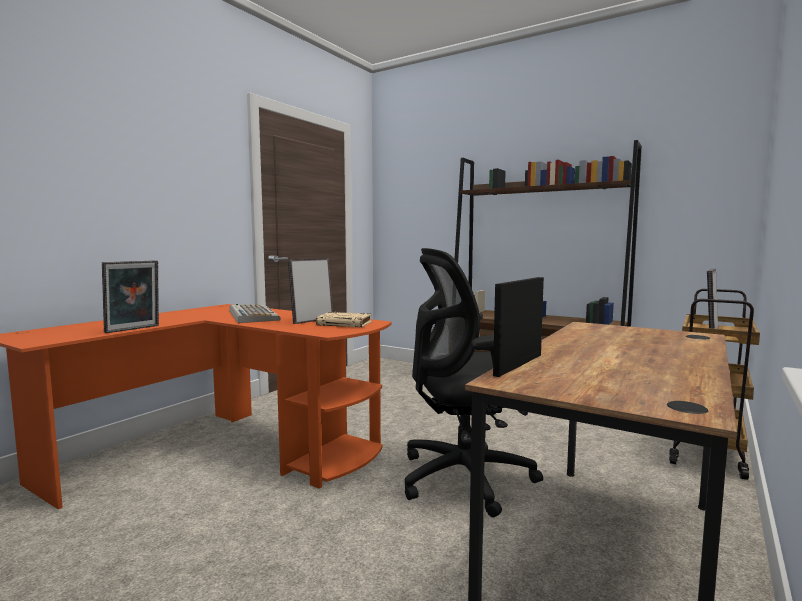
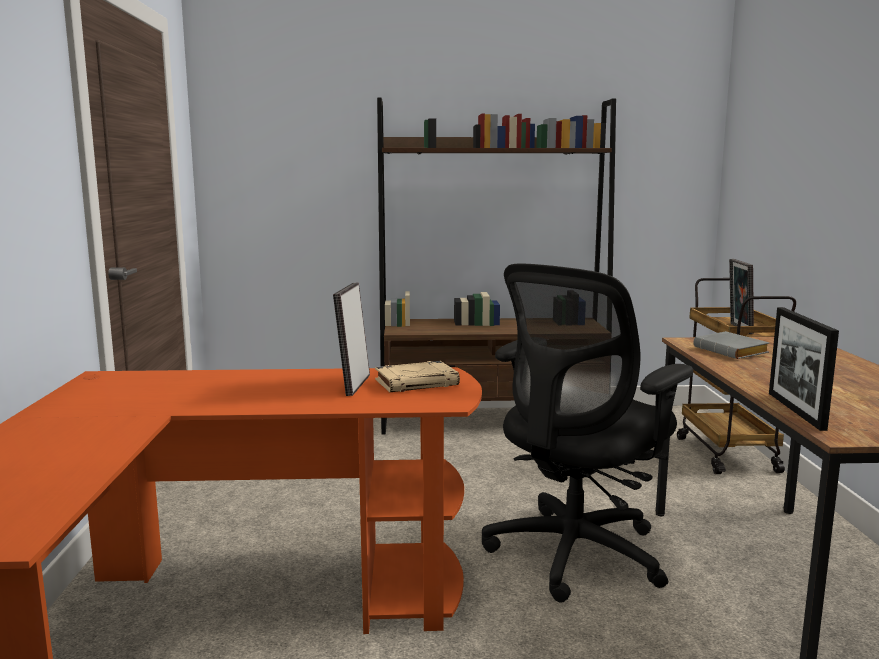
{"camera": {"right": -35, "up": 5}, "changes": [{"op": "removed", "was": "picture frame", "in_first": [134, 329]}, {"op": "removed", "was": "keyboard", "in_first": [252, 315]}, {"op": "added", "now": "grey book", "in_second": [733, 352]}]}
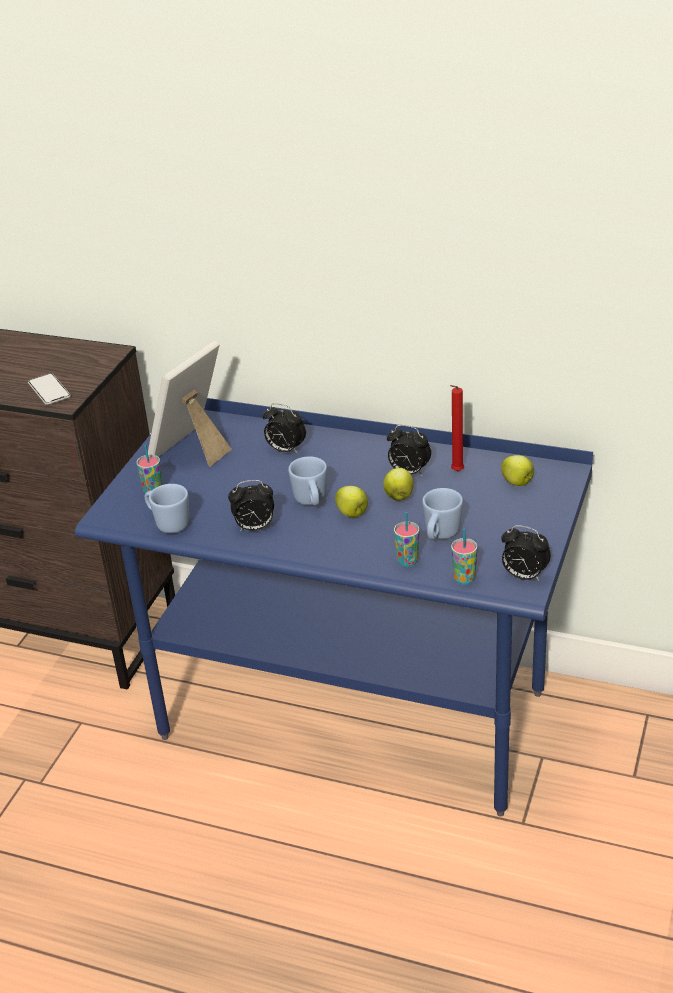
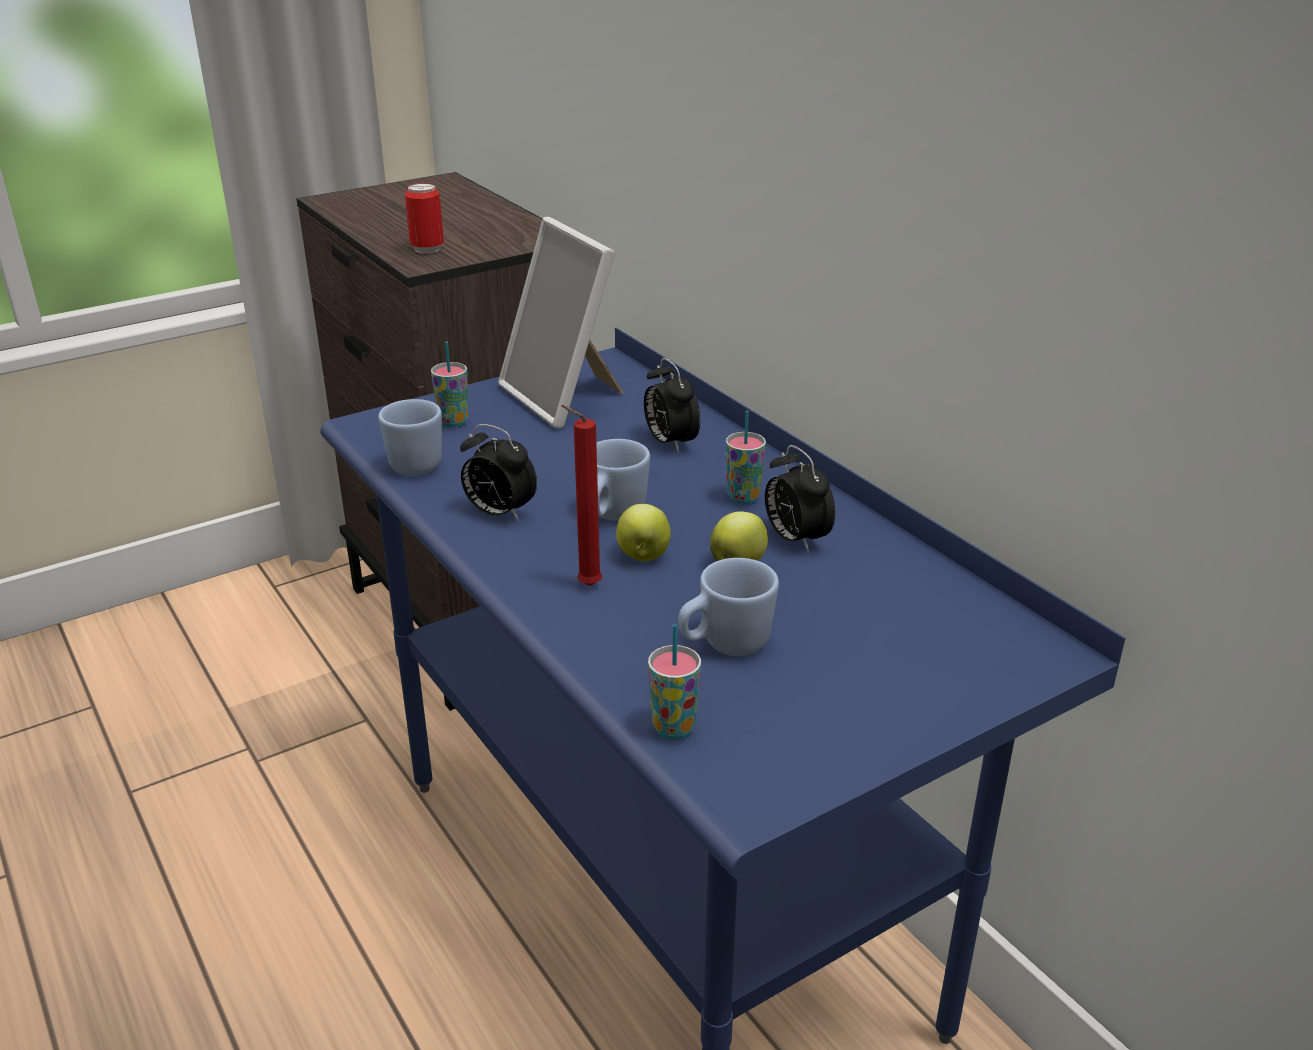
{"camera": {"right": 35, "up": -5}, "changes": [{"op": "replaced", "was": "phone", "now": "can", "in_first": [49, 390], "in_second": [427, 249]}, {"op": "turned", "was": "picture frame", "in_first": [193, 449], "in_second": [565, 398], "clockwise": -105}, {"op": "moved", "was": "cup", "in_first": [407, 561], "in_second": [743, 498]}, {"op": "moved", "was": "red candle", "in_first": [456, 472], "in_second": [585, 586]}, {"op": "removed", "was": "apple", "in_first": [518, 483]}, {"op": "removed", "was": "alarm clock", "in_first": [523, 576]}]}
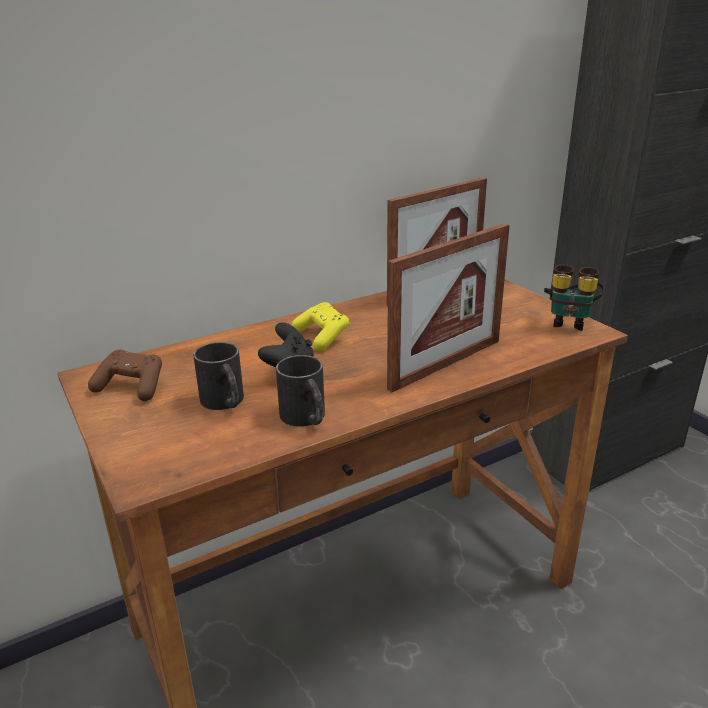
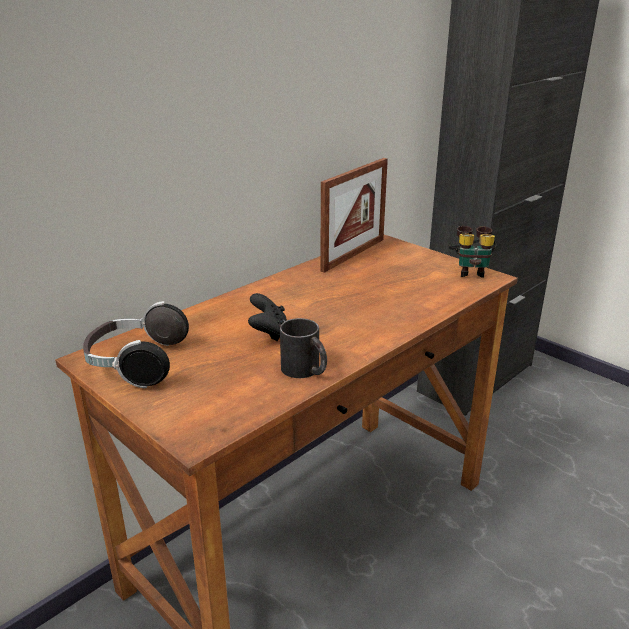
{"camera": {"right": -15, "up": 0}, "changes": [{"op": "replaced", "was": "brown game controller", "now": "headphones", "in_first": [132, 387], "in_second": [136, 364]}, {"op": "removed", "was": "black mug", "in_first": [225, 402]}, {"op": "removed", "was": "yellow game controller", "in_first": [322, 337]}, {"op": "removed", "was": "picture frame", "in_first": [446, 364]}]}
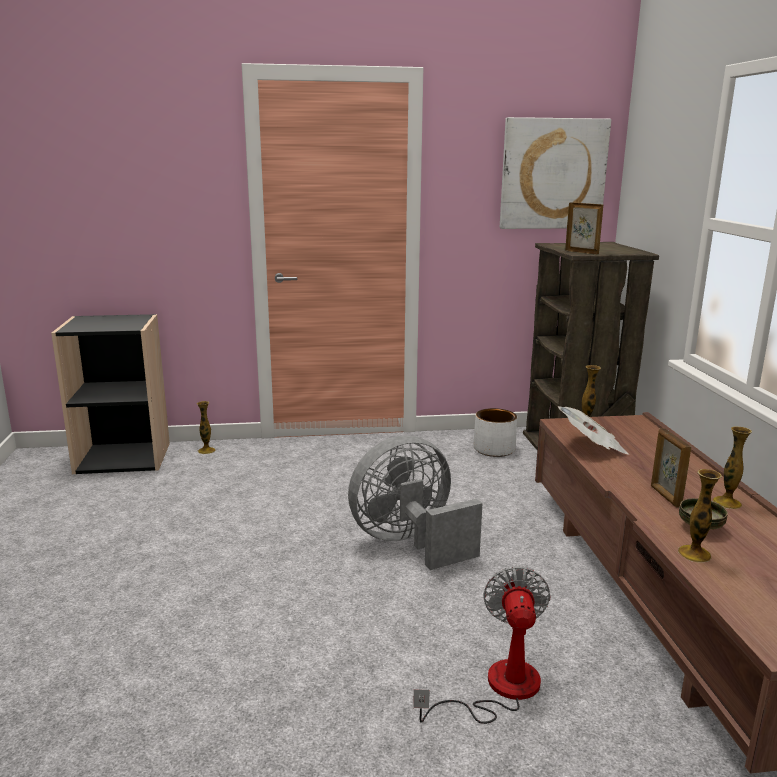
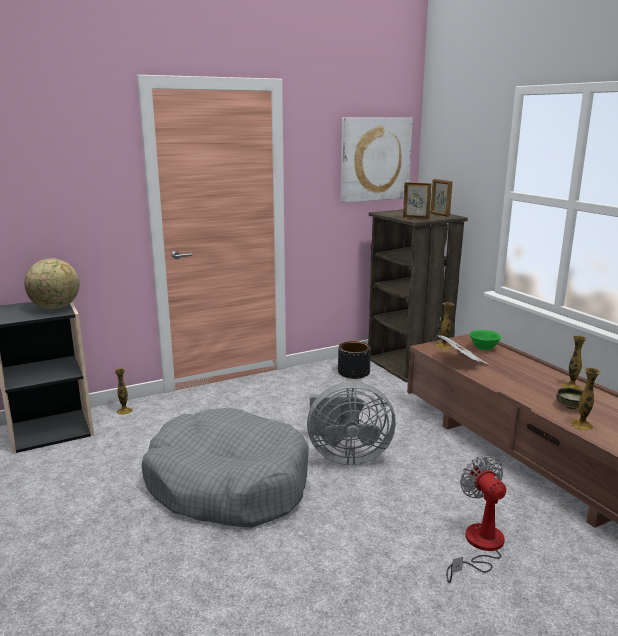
{"camera": {"right": -20, "up": 0}, "changes": [{"op": "turned", "was": "grey fan", "in_first": [410, 543], "in_second": [346, 456], "clockwise": -135}, {"op": "recoloured", "was": "white planter", "now": "black planter", "in_first": [494, 449], "in_second": [353, 373]}, {"op": "moved", "was": "picture frame", "in_first": [665, 496], "in_second": [439, 214]}, {"op": "added", "now": "globe", "in_second": [56, 308]}, {"op": "added", "now": "grey dog bed", "in_second": [228, 484]}, {"op": "added", "now": "green bowl", "in_second": [484, 349]}]}
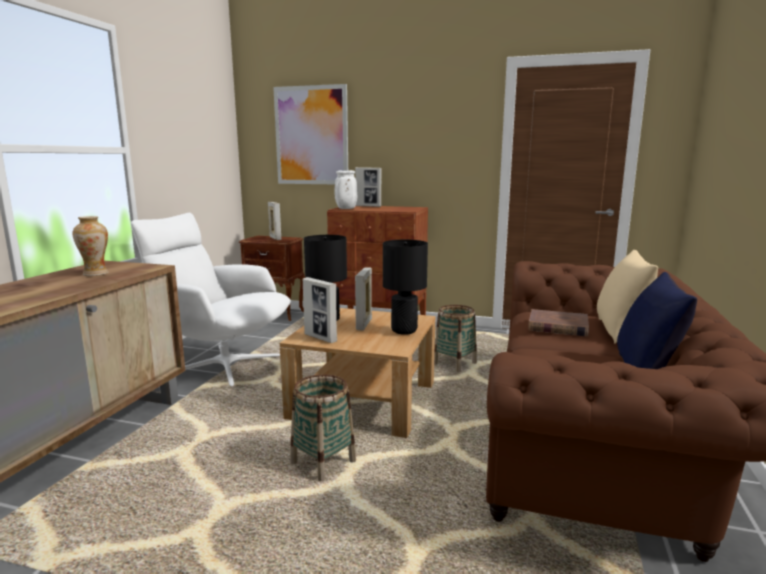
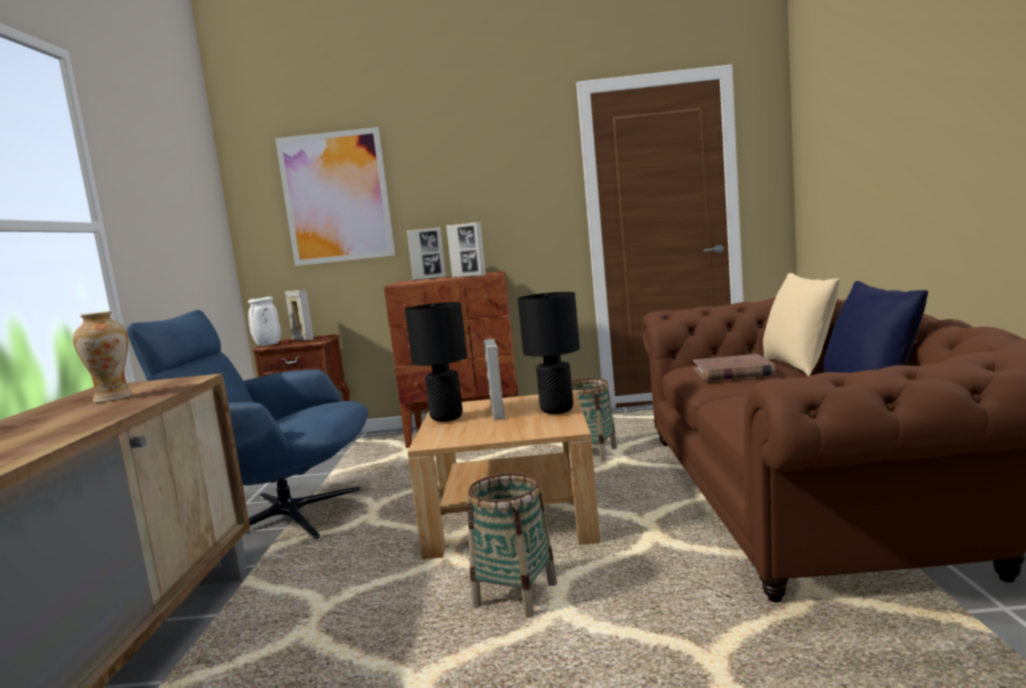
{"camera": {"right": -15, "up": -5}, "changes": [{"op": "recoloured", "was": "white armchair", "now": "blue armchair", "in_first": [222, 364], "in_second": [282, 516]}, {"op": "moved", "was": "picture frame", "in_first": [320, 338], "in_second": [469, 276]}, {"op": "moved", "was": "white vase", "in_first": [345, 208], "in_second": [267, 345]}]}
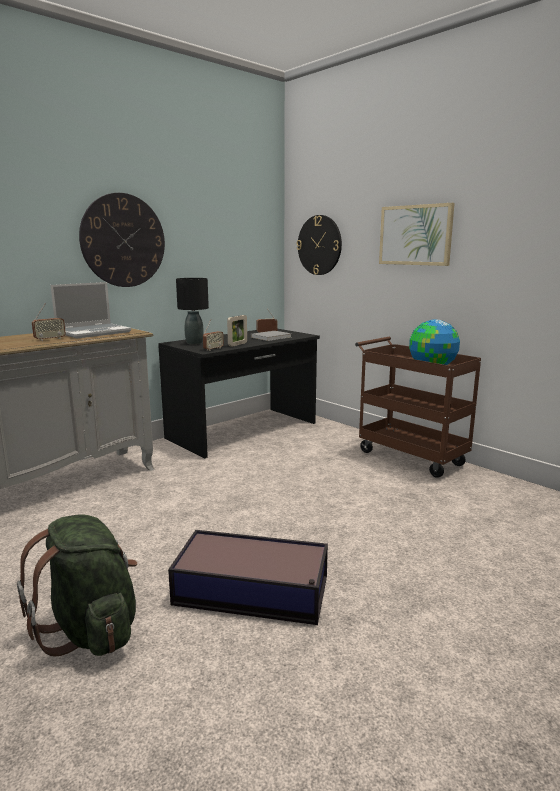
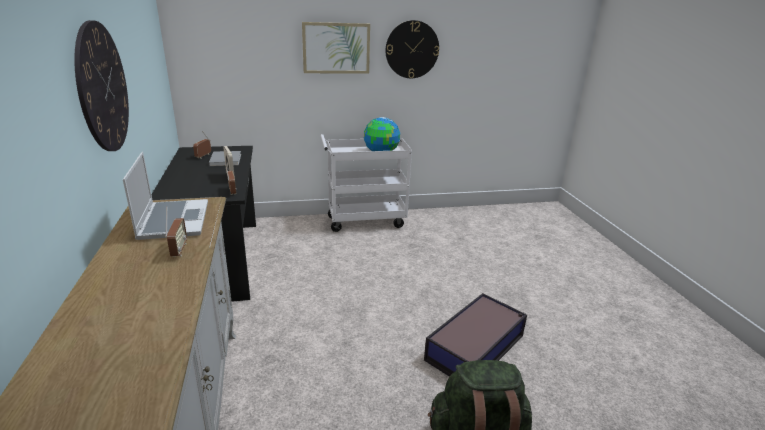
{"camera": {"right": -60, "up": 10}, "changes": [{"op": "removed", "was": "black table lamp", "in_first": [194, 343]}, {"op": "moved", "was": "wall clock", "in_first": [319, 245], "in_second": [412, 49]}, {"op": "recoloured", "was": "brown cart", "now": "white cart", "in_first": [408, 458], "in_second": [363, 222]}]}
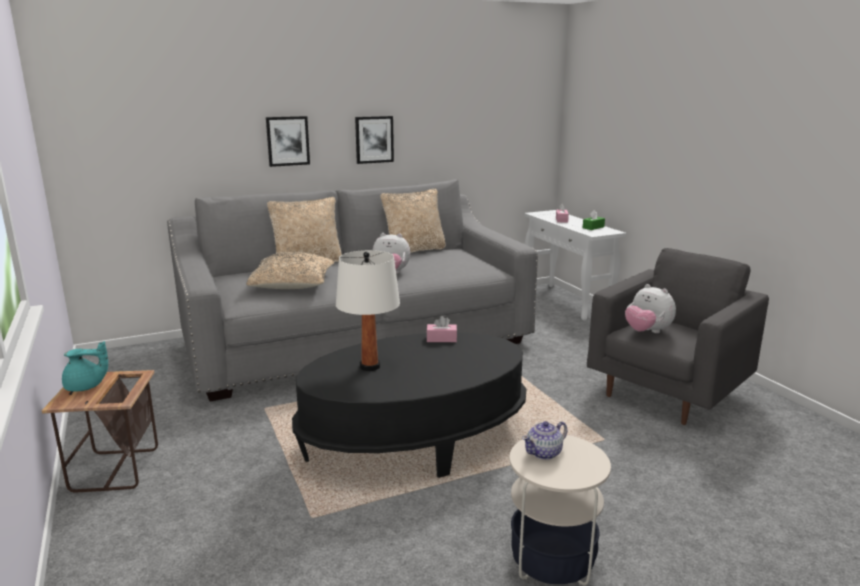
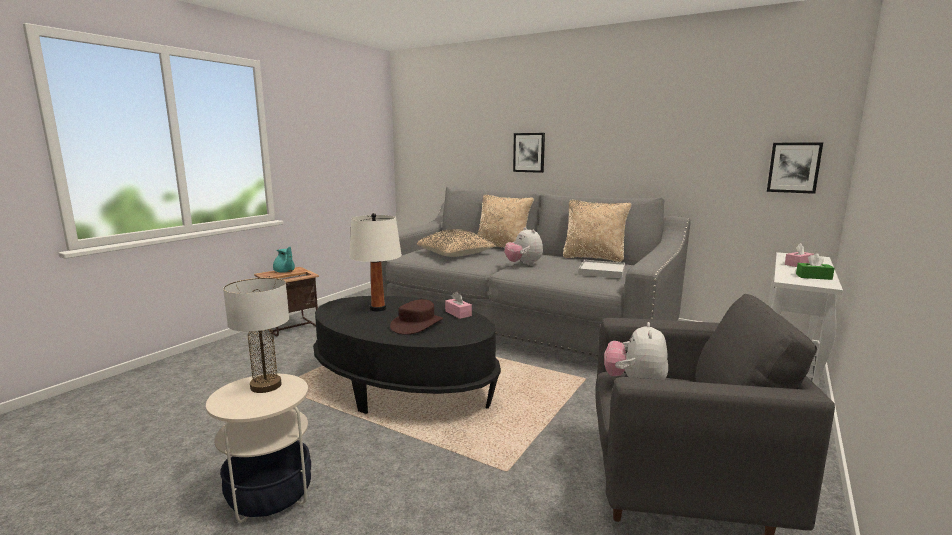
{"camera": {"right": 55, "up": -5}, "changes": [{"op": "moved", "was": "picture", "in_first": [374, 139], "in_second": [794, 167]}, {"op": "replaced", "was": "teapot", "now": "table lamp", "in_first": [544, 453], "in_second": [266, 386]}, {"op": "added", "now": "brown hat", "in_second": [417, 324]}, {"op": "added", "now": "white tray", "in_second": [601, 271]}]}
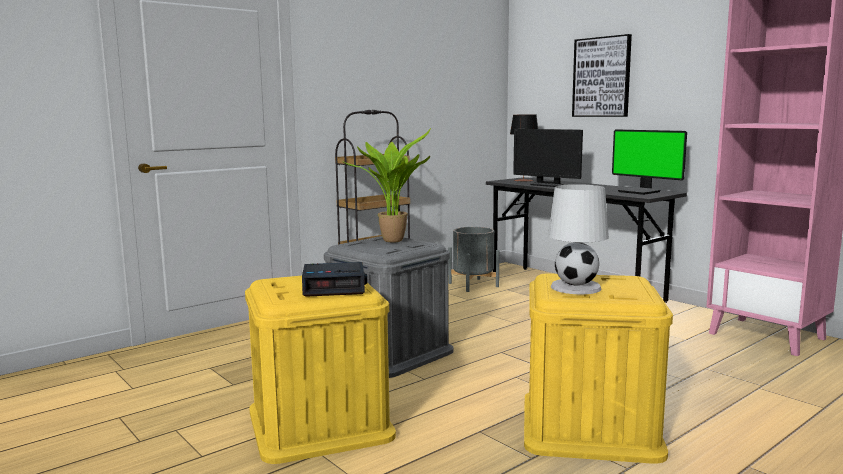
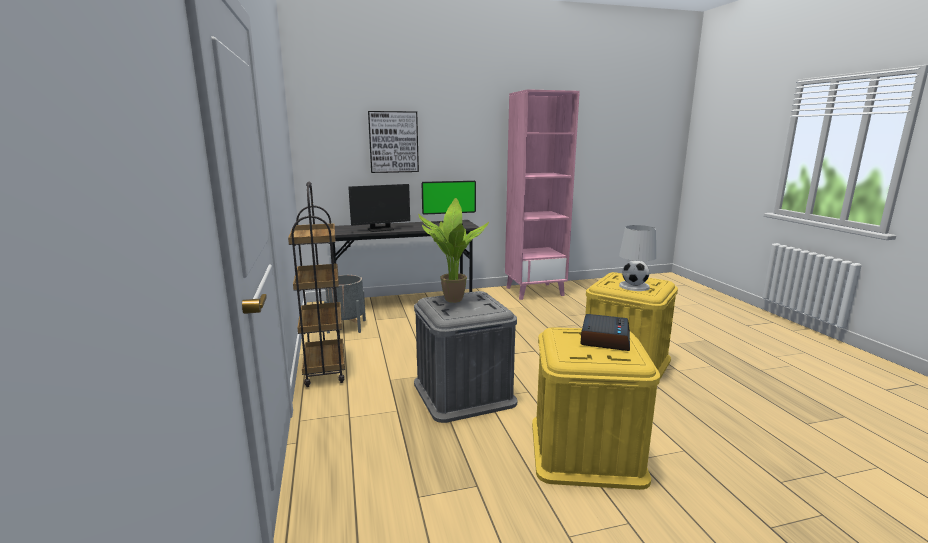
{"camera": {"right": -65, "up": 5}, "changes": [{"op": "removed", "was": "table lamp", "in_first": [523, 180]}]}
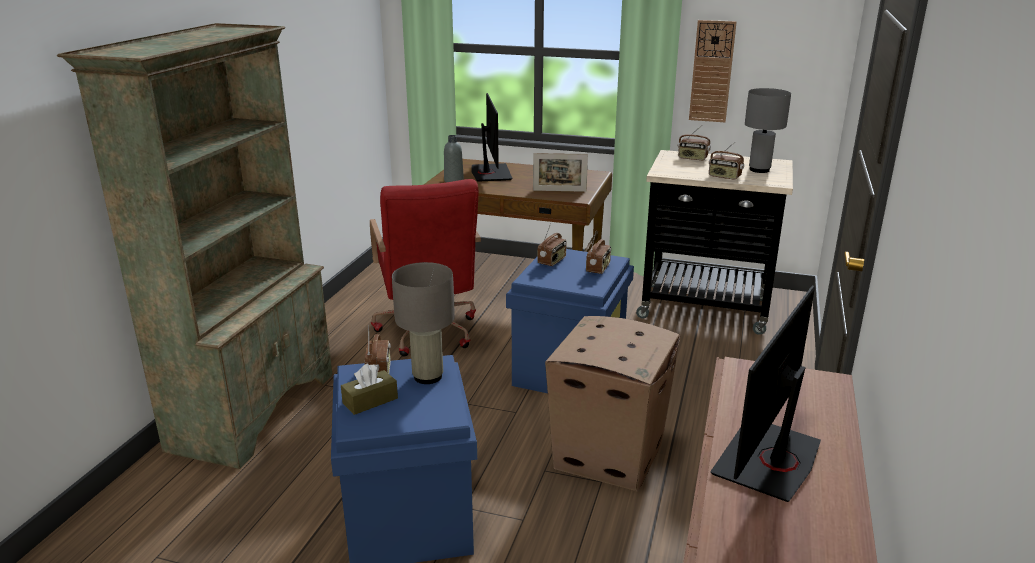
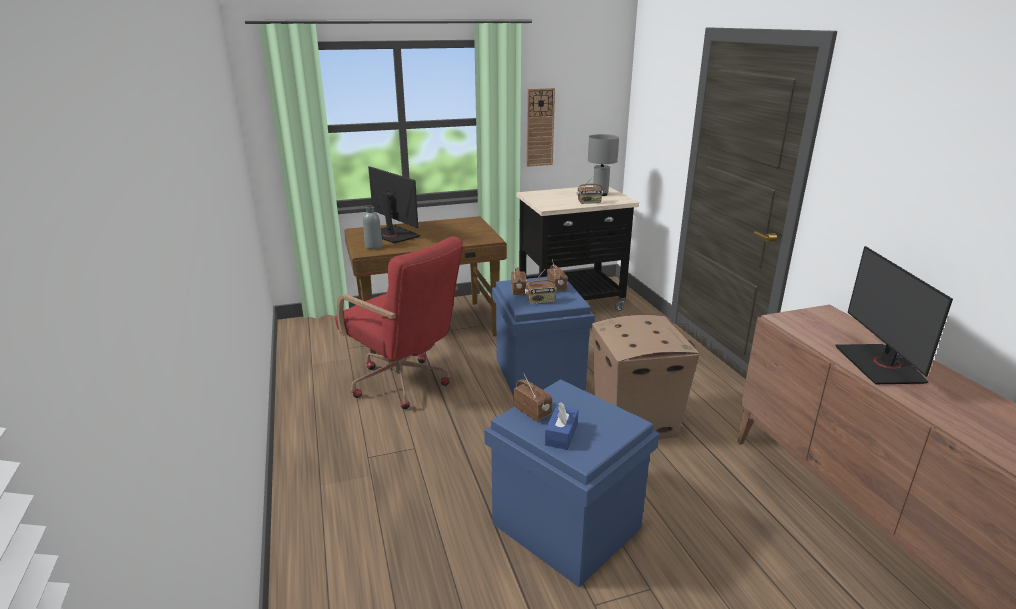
{"camera": {"right": -35, "up": 0}, "changes": [{"op": "removed", "was": "green bookcase", "in_first": [253, 410]}, {"op": "recoloured", "was": "brown tissue box", "now": "blue tissue box", "in_first": [370, 401], "in_second": [561, 435]}, {"op": "removed", "was": "grey table lamp", "in_first": [427, 376]}, {"op": "removed", "was": "picture frame", "in_first": [559, 191]}, {"op": "moved", "was": "radio", "in_first": [692, 158], "in_second": [540, 301]}]}
